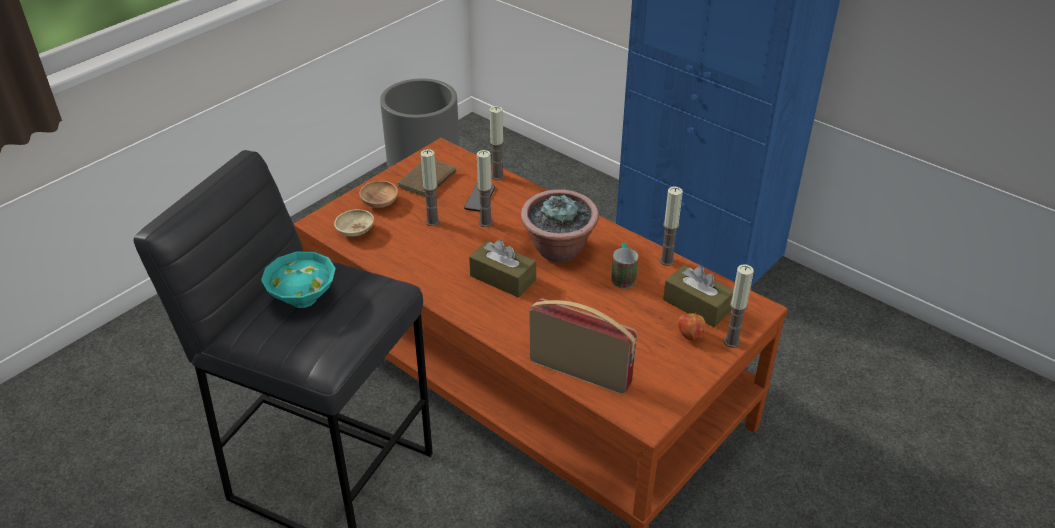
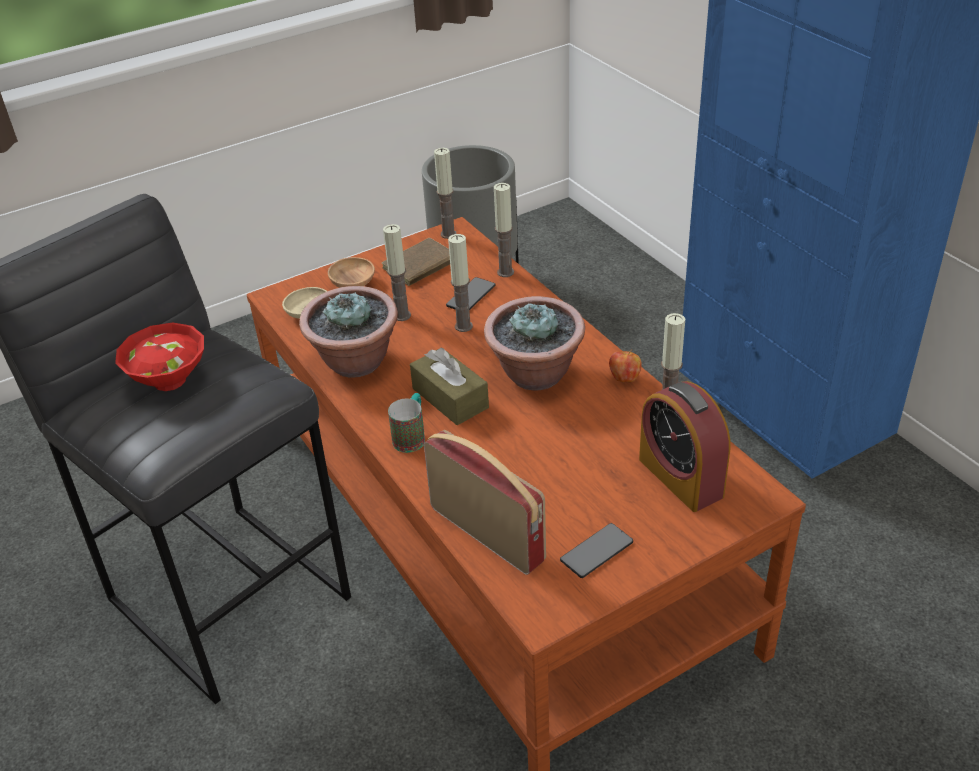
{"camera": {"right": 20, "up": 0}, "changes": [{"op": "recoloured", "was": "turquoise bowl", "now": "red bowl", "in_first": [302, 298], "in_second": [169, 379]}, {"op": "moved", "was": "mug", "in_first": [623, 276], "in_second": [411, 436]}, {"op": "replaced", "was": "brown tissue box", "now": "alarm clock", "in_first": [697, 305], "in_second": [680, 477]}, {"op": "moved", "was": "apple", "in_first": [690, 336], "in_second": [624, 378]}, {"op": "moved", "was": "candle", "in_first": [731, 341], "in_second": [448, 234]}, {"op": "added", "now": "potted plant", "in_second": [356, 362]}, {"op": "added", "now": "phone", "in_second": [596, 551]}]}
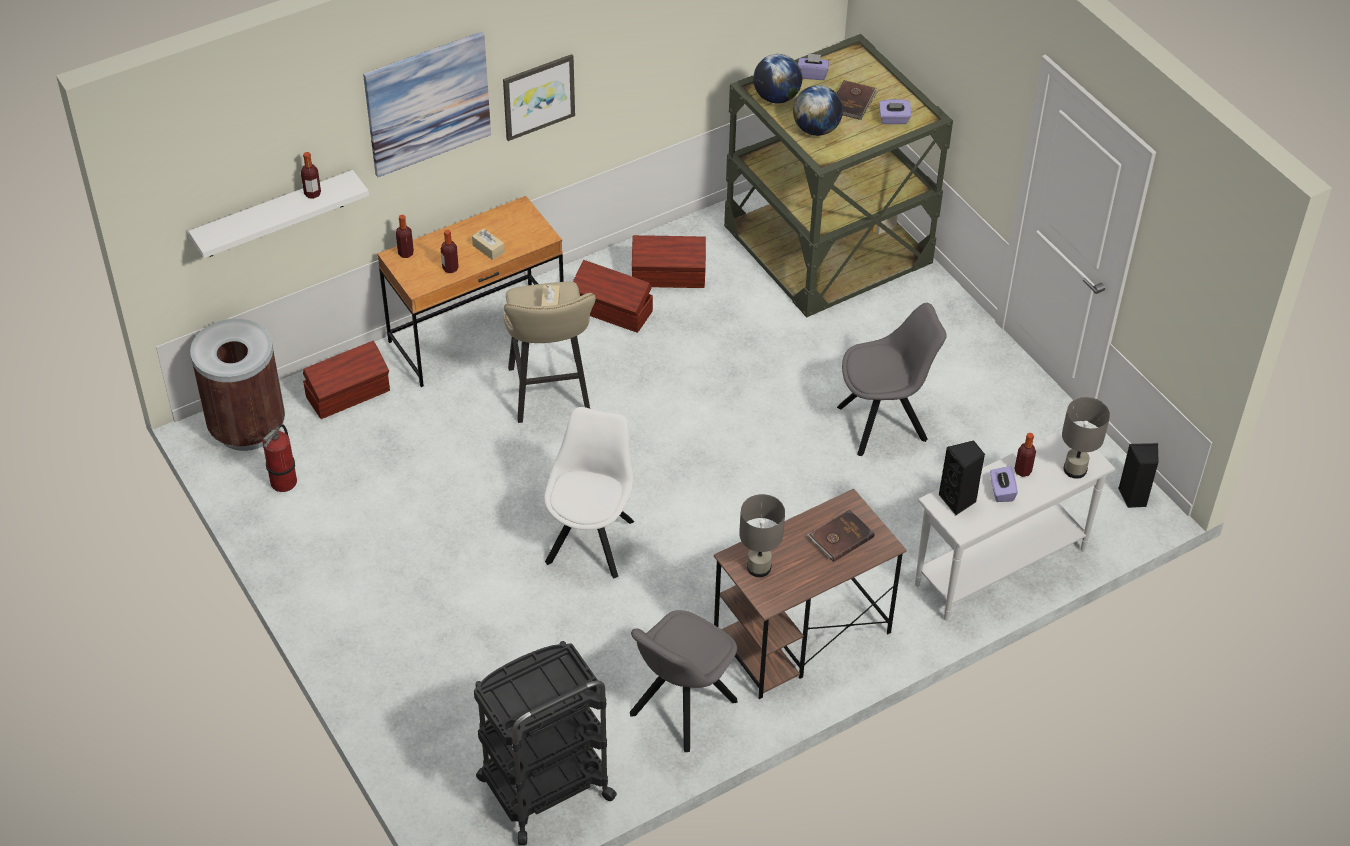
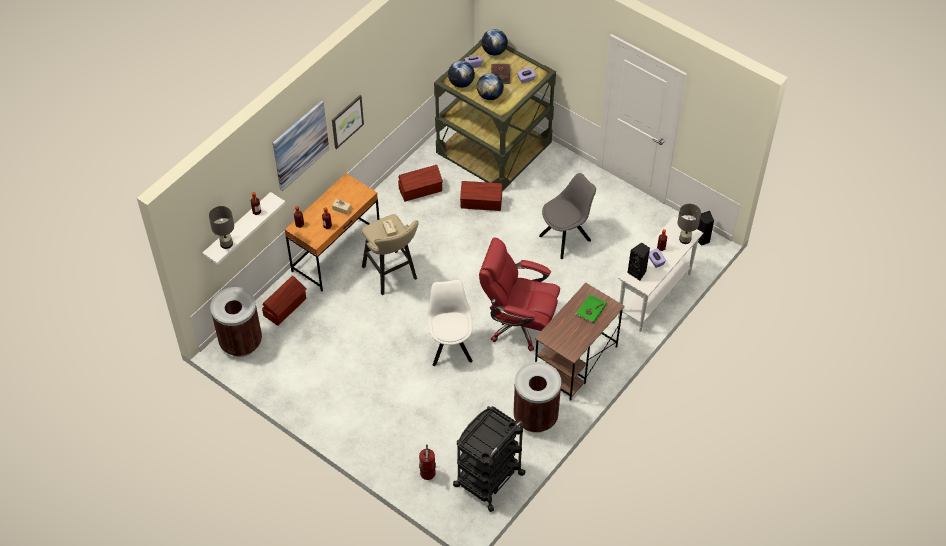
{"camera": {"right": -20, "up": 5}, "changes": [{"op": "moved", "was": "fire extinguisher", "in_first": [284, 482], "in_second": [428, 473]}, {"op": "moved", "was": "brown storage box", "in_first": [612, 311], "in_second": [481, 203]}, {"op": "replaced", "was": "grey chair", "now": "brown trash can", "in_first": [682, 707], "in_second": [535, 417]}, {"op": "moved", "was": "grey table lamp", "in_first": [758, 568], "in_second": [226, 244]}, {"op": "recoloured", "was": "brown book", "now": "green book", "in_first": [840, 537], "in_second": [590, 309]}, {"op": "added", "now": "red office chair", "in_second": [519, 324]}, {"op": "added", "now": "globe", "in_second": [494, 51]}]}
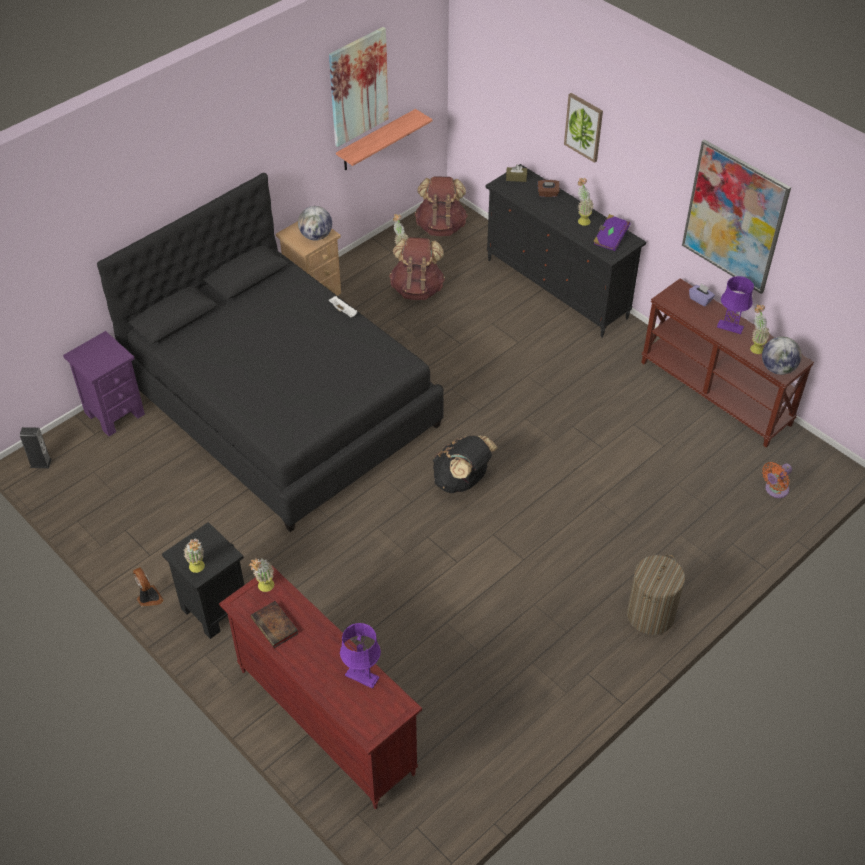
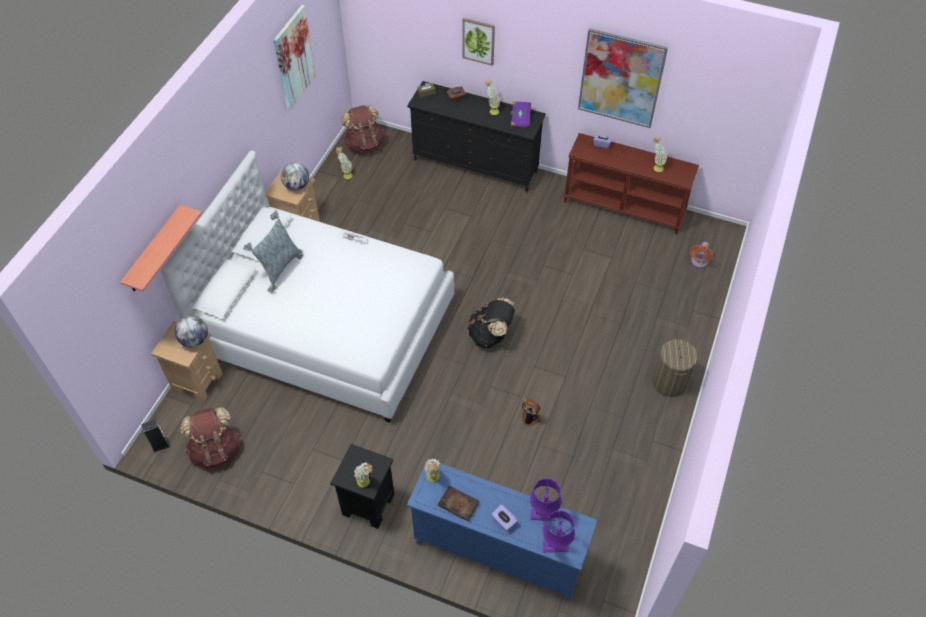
{"camera": {"right": -25, "up": 5}, "changes": [{"op": "recoloured", "was": "purple nightstand", "now": "beige nightstand", "in_first": [116, 414], "in_second": [198, 382]}, {"op": "recoloured", "was": "black bed", "now": "white bed", "in_first": [283, 405], "in_second": [327, 326]}, {"op": "moved", "was": "fan", "in_first": [148, 598], "in_second": [530, 419]}, {"op": "recoloured", "was": "red dresser", "now": "blue dresser", "in_first": [325, 722], "in_second": [497, 554]}, {"op": "moved", "was": "shelf", "in_first": [376, 141], "in_second": [154, 250]}, {"op": "moved", "was": "brown backpack", "in_first": [417, 289], "in_second": [216, 450]}, {"op": "moved", "was": "purple table lamp", "in_first": [730, 327], "in_second": [556, 546]}, {"op": "moved", "was": "globe", "in_first": [777, 368], "in_second": [195, 340]}, {"op": "added", "now": "pillow", "in_second": [278, 270]}, {"op": "added", "now": "purple tissue box", "in_second": [503, 521]}]}
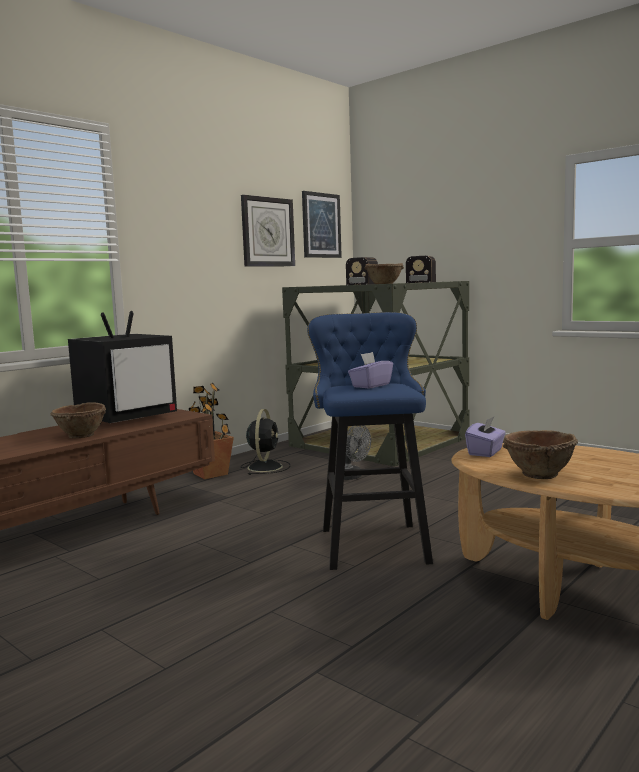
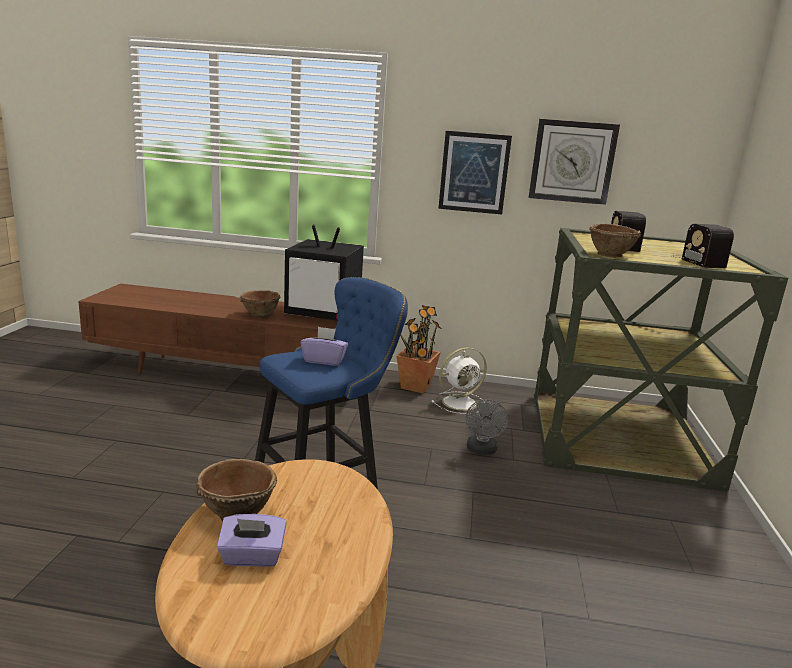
{"camera": {"right": 55, "up": 10}, "changes": [{"op": "recoloured", "was": "black fan", "now": "white fan", "in_first": [265, 467], "in_second": [461, 403]}, {"op": "moved", "was": "picture", "in_first": [321, 225], "in_second": [474, 172]}, {"op": "moved", "was": "purple tissue box", "in_first": [486, 452], "in_second": [252, 557]}]}
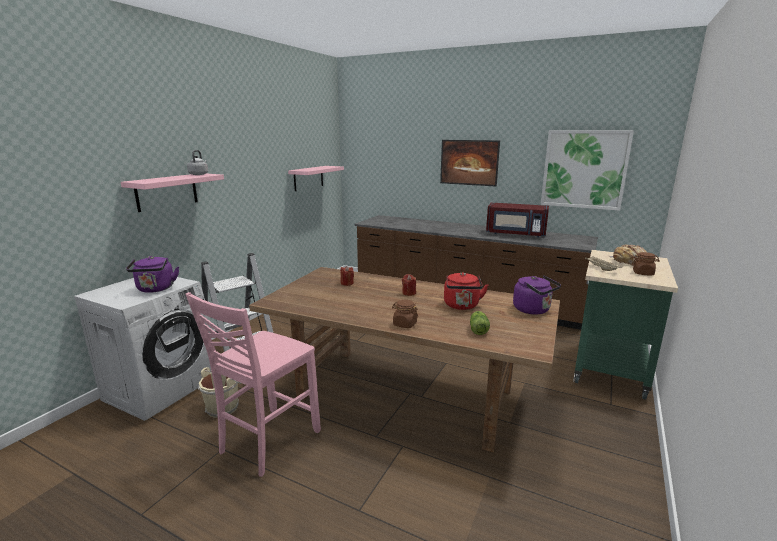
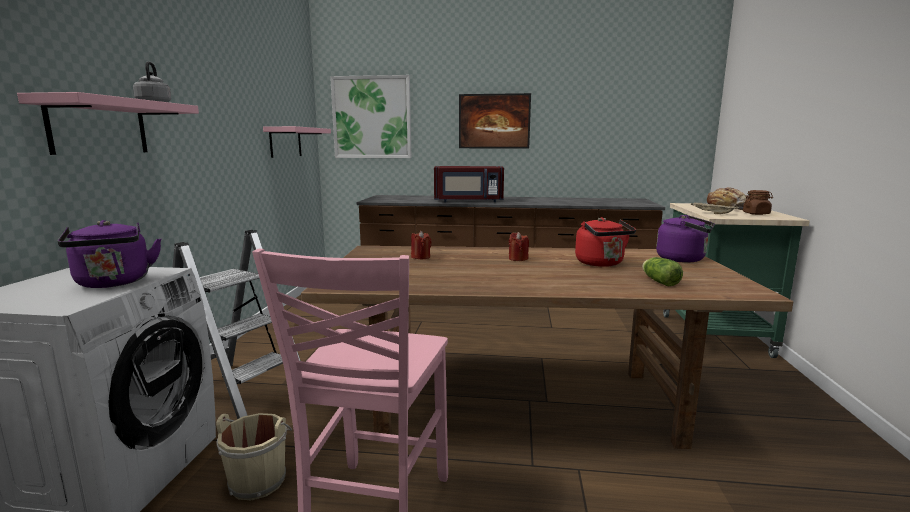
{"camera": {"right": -20, "up": -5}, "changes": [{"op": "removed", "was": "brown jar", "in_first": [404, 324]}, {"op": "moved", "was": "red microwave", "in_first": [515, 234], "in_second": [468, 201]}, {"op": "moved", "was": "picture", "in_first": [584, 169], "in_second": [372, 117]}]}
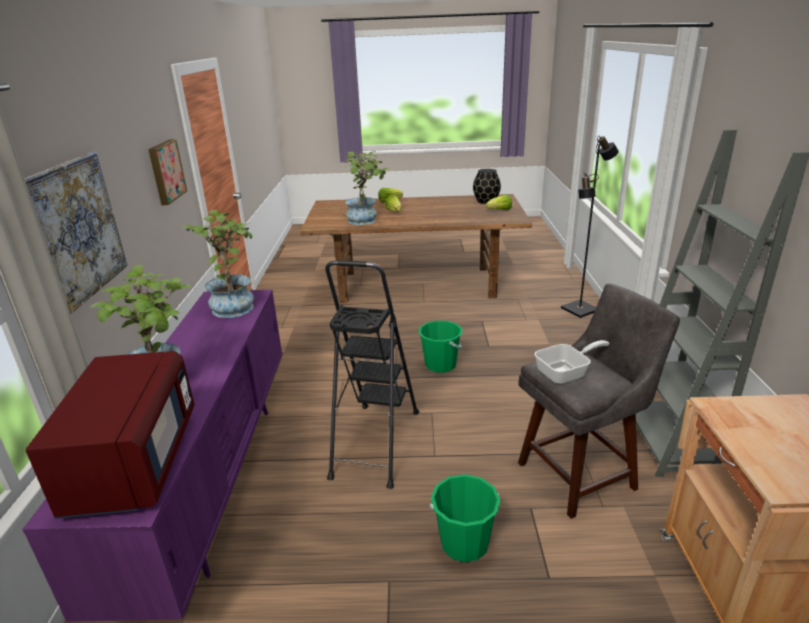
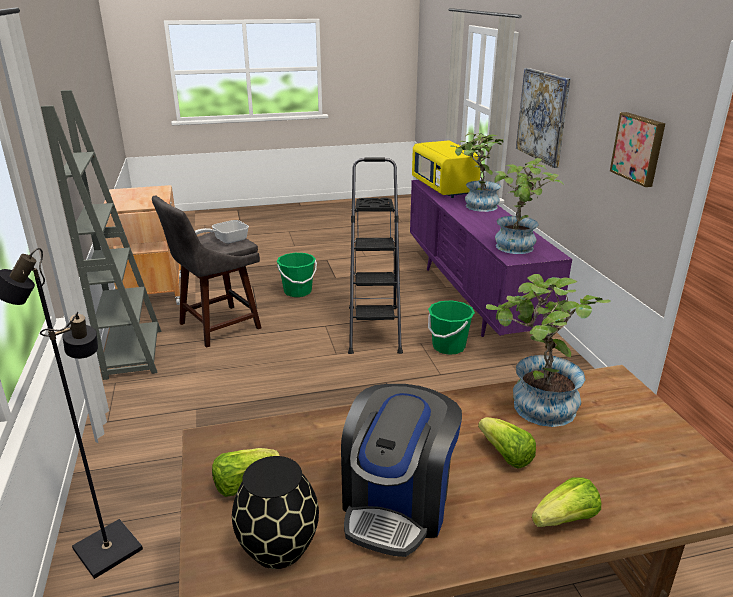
{"camera": {"right": 165, "up": 0}, "changes": [{"op": "recoloured", "was": "red microwave", "now": "yellow microwave", "in_first": [134, 463], "in_second": [444, 188]}, {"op": "moved", "was": "green bucket", "in_first": [440, 365], "in_second": [448, 347]}, {"op": "added", "now": "coffee machine", "in_second": [397, 504]}]}
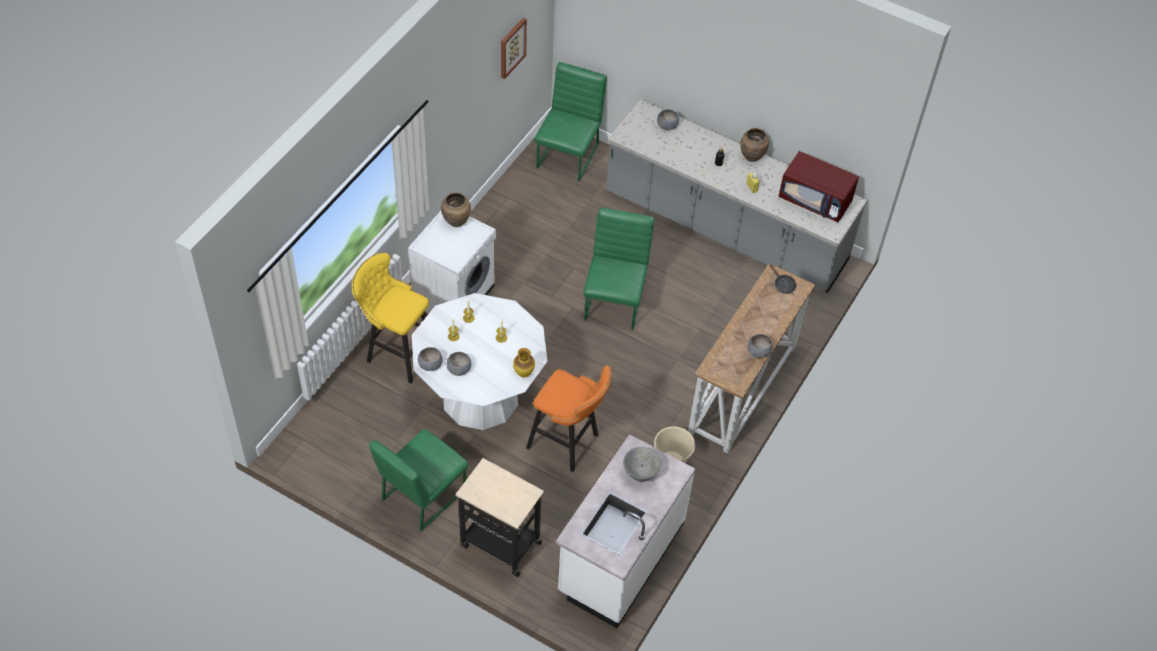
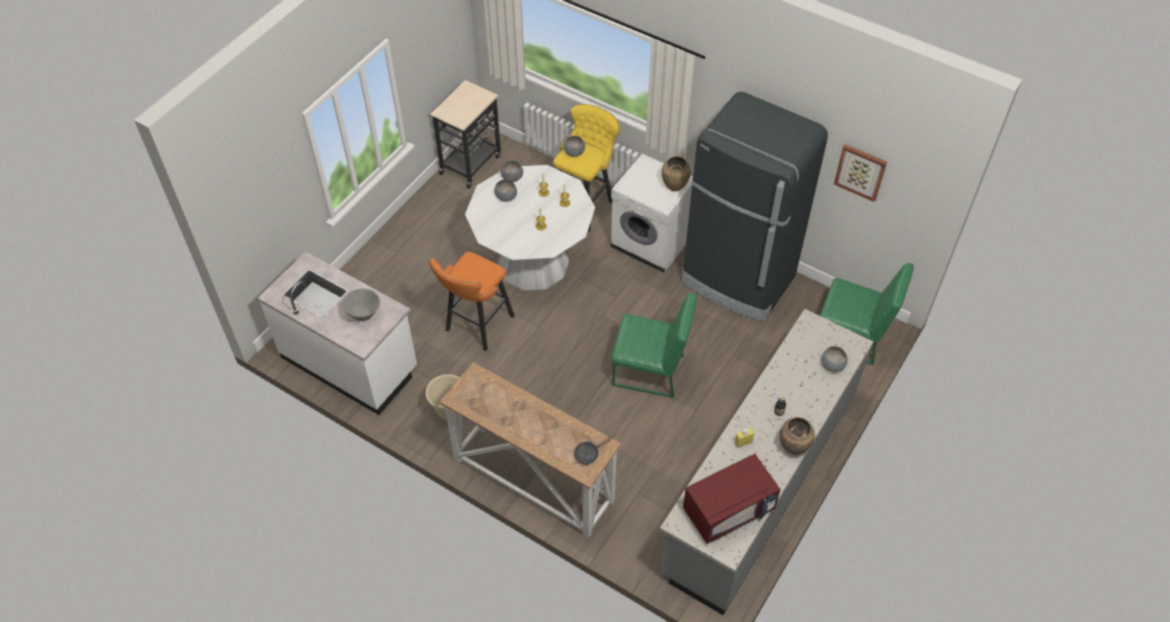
{"camera": {"right": 95, "up": 0}, "changes": [{"op": "removed", "was": "green chair", "in_first": [422, 495]}, {"op": "moved", "was": "cart", "in_first": [499, 544], "in_second": [470, 164]}, {"op": "removed", "was": "vase", "in_first": [524, 374]}, {"op": "moved", "was": "grey bowl", "in_first": [758, 351], "in_second": [574, 152]}, {"op": "turned", "was": "red microwave", "in_first": [815, 200], "in_second": [728, 509], "clockwise": -150}, {"op": "added", "now": "black fridge", "in_second": [738, 280]}]}
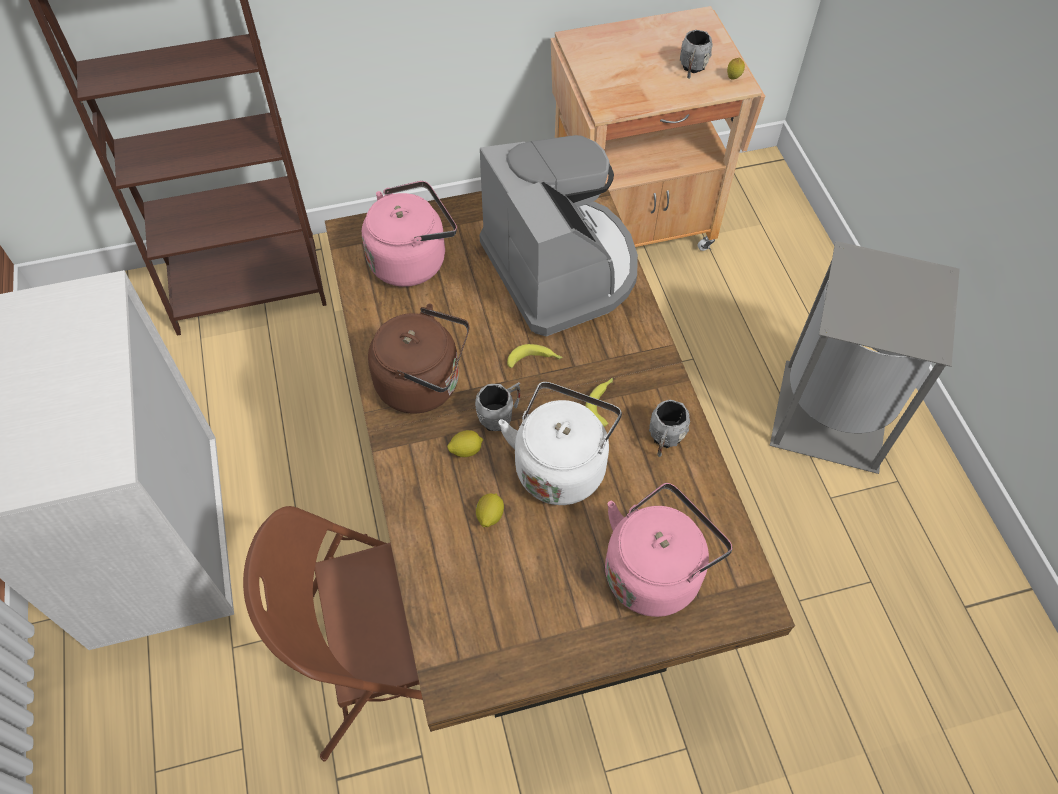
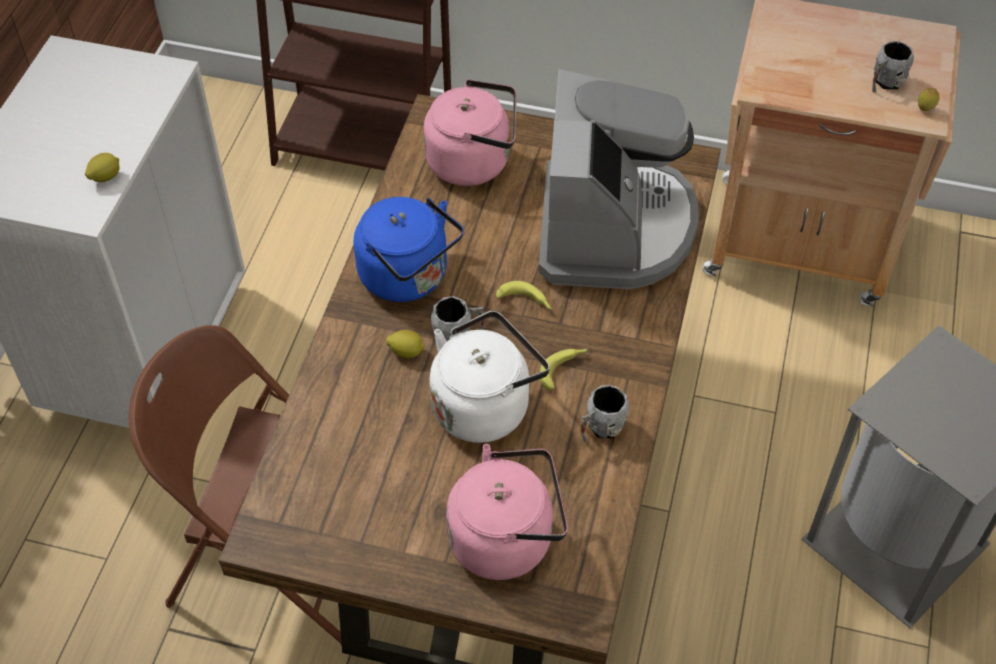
{"camera": {"right": 30, "up": -5}, "changes": [{"op": "recoloured", "was": "brown kettle", "now": "blue kettle", "in_first": [424, 384], "in_second": [408, 277]}, {"op": "moved", "was": "lemon", "in_first": [489, 516], "in_second": [105, 177]}]}
